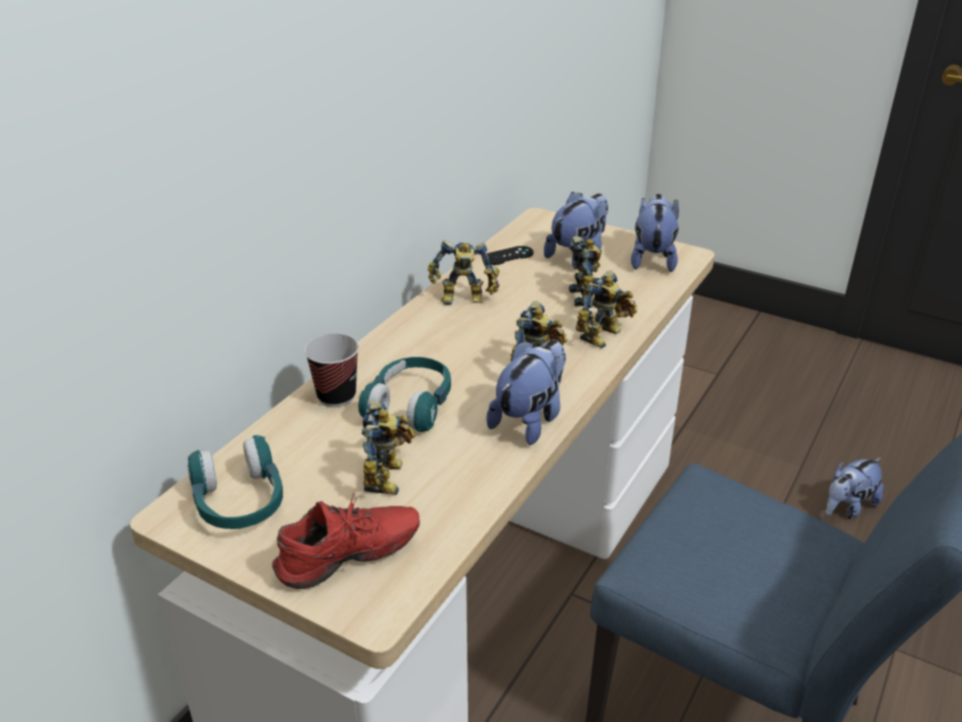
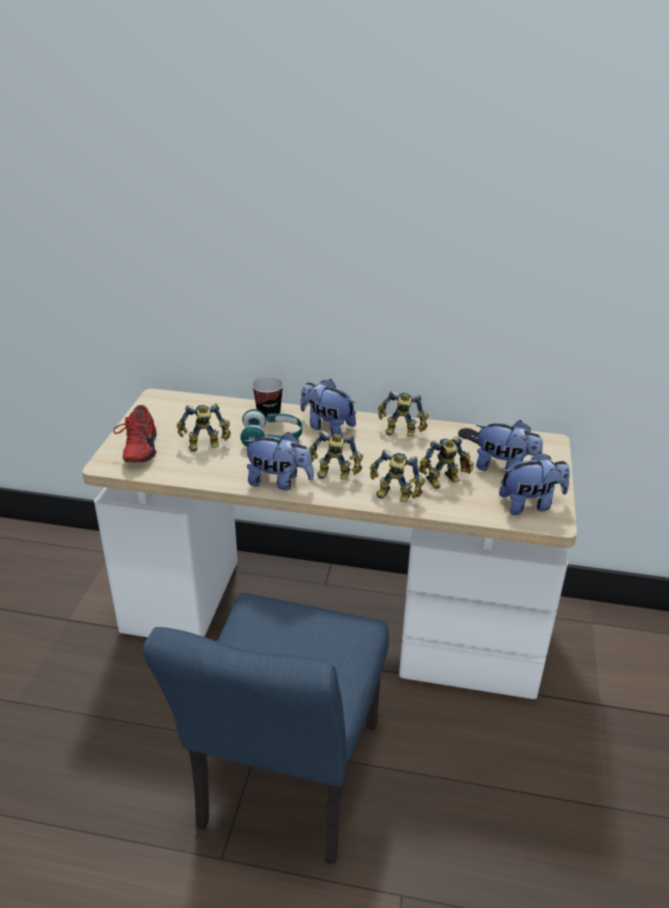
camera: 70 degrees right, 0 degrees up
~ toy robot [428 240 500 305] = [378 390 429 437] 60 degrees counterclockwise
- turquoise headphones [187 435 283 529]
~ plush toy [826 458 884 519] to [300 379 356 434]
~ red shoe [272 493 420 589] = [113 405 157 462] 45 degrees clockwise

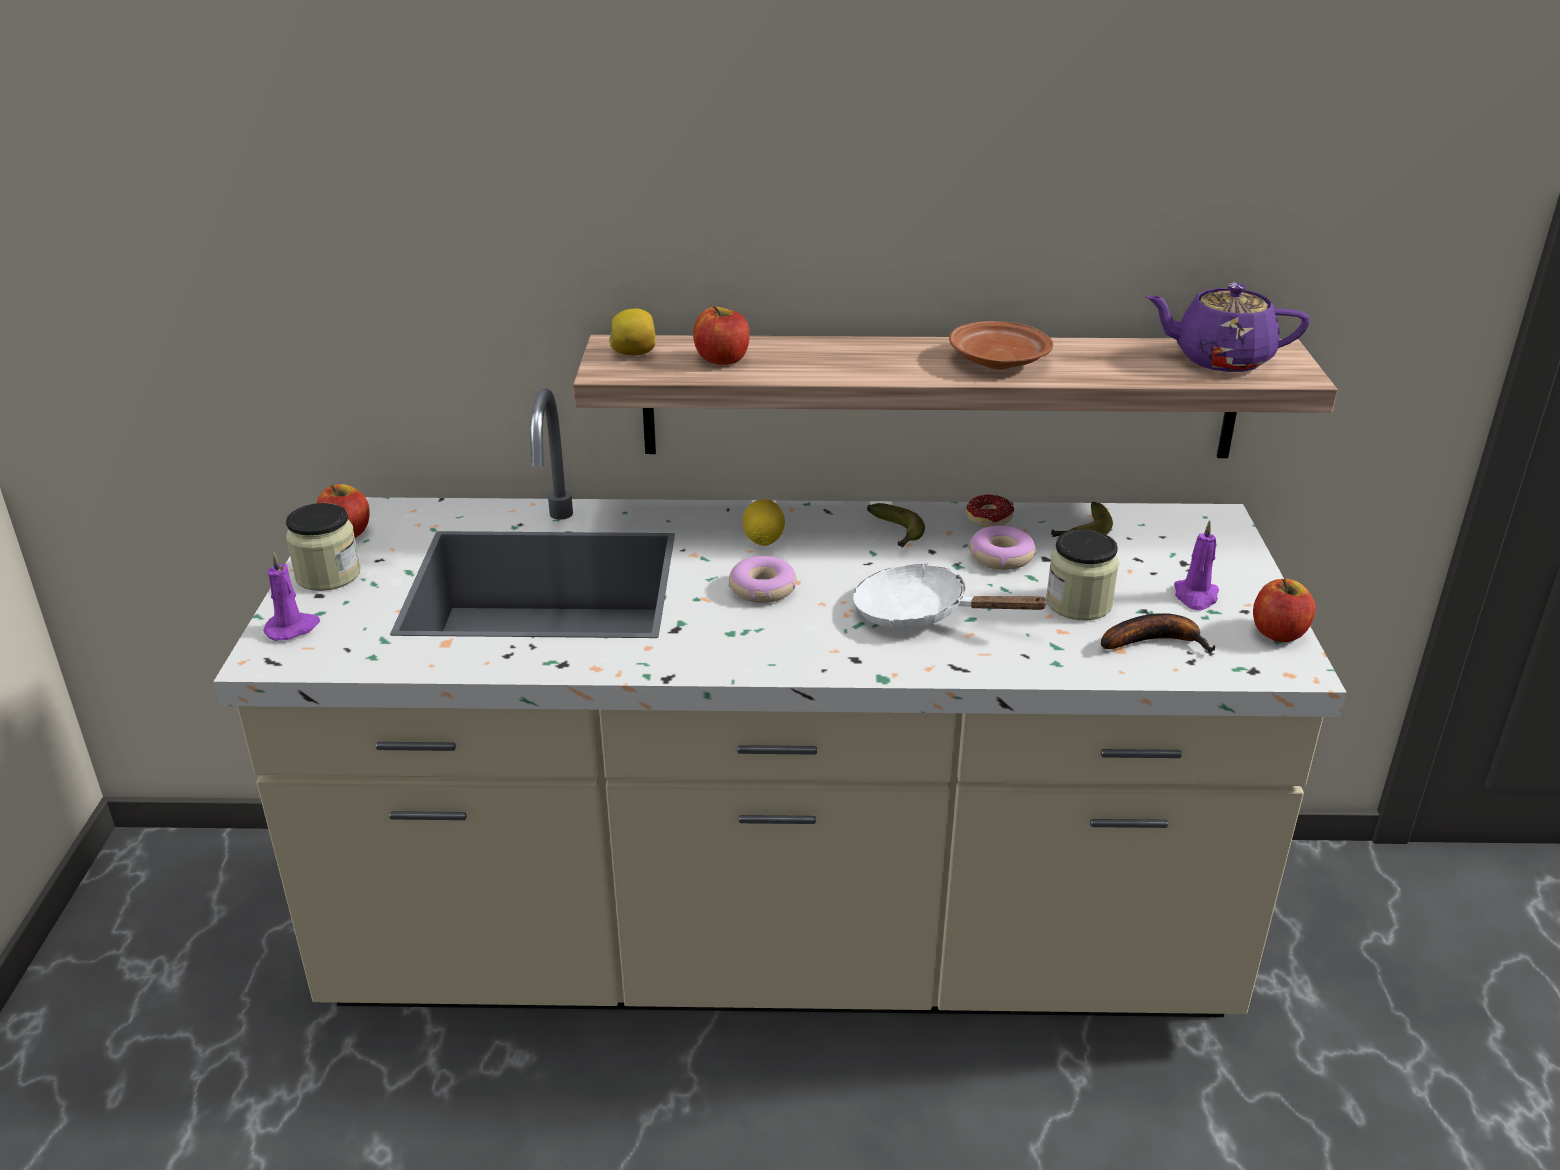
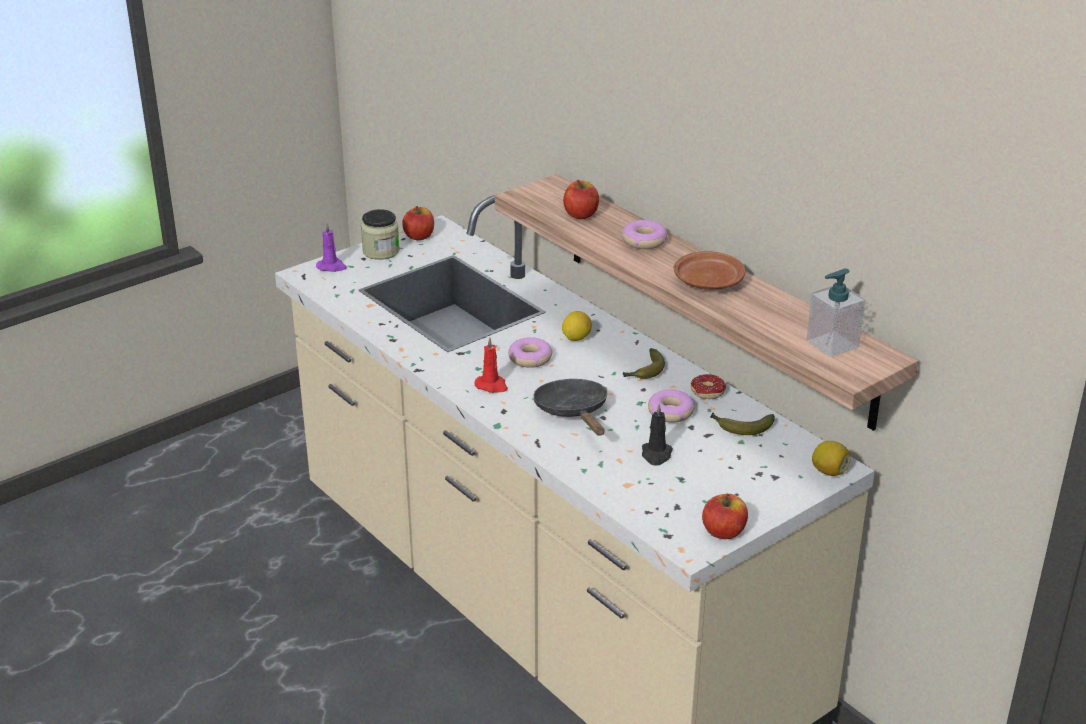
camera: 50 degrees right, 0 degrees up
~ purple teapot [1146 283 1310 372] to soap dispenser [807 268 865 357]
~ lemon [609 308 656 356] to [812 441 850 476]
- purple candle [1174 520 1219 610]
~ jar [1046 529 1119 621] to black candle [642 403 673 466]
~ white frying pan [853 563 1049 629] to black frying pan [534 379 608 435]
- banana [1101 613 1216 653]
+ donut [622 220 667 249]
+ red candle [475 337 508 393]

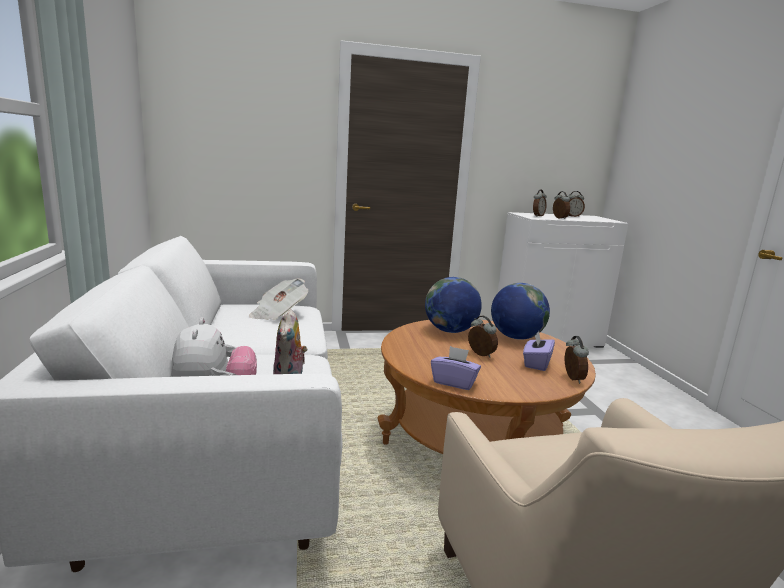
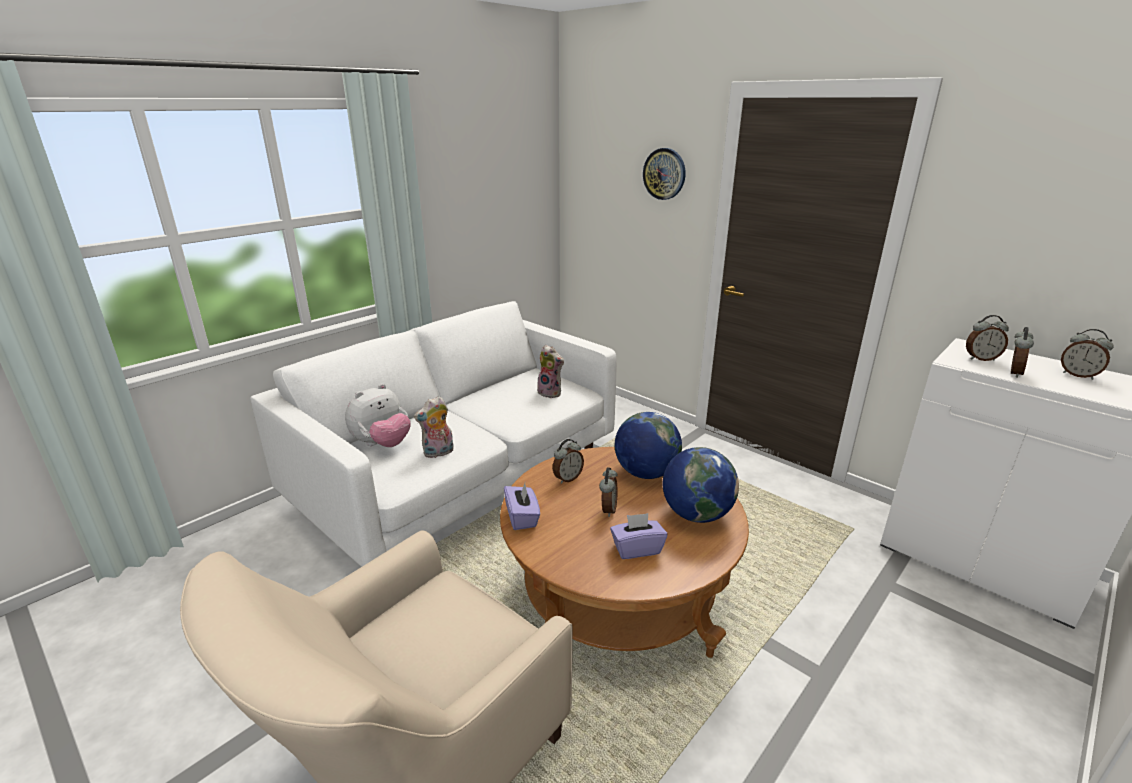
camera: 55 degrees right, 10 degrees up
~ newspaper [249 279 308 320] to plush toy [537 345 564 398]
~ alarm clock [565 336 589 384] to [553 439 584 484]
+ wall clock [643 148 685 200]

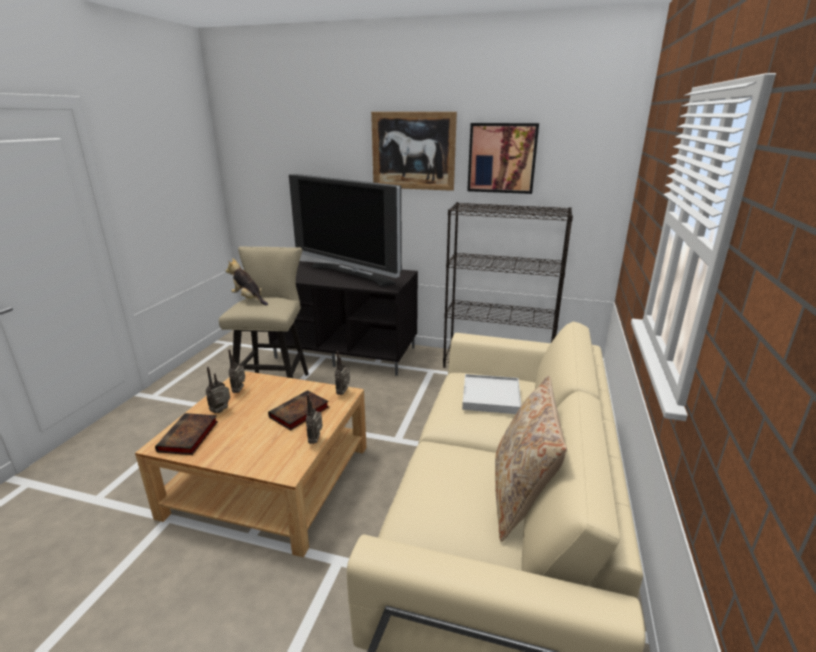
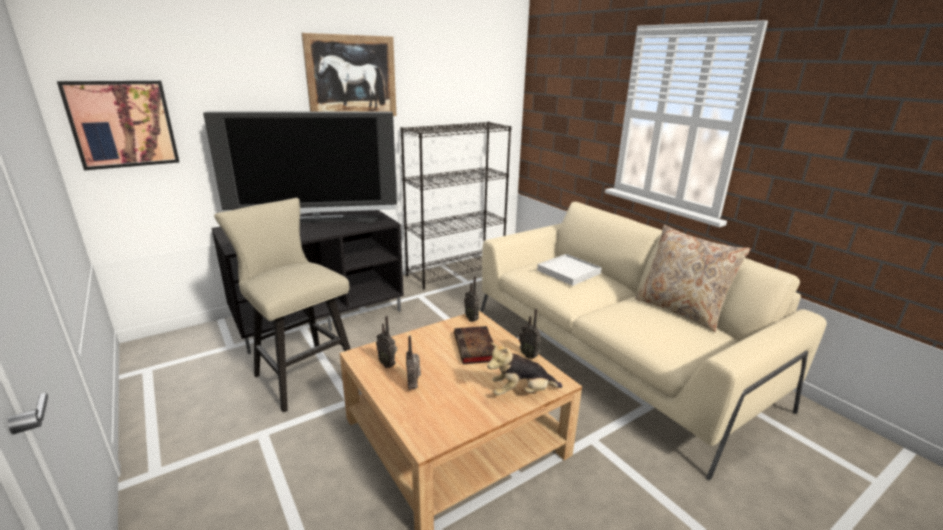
camera: 50 degrees left, 0 degrees up
~ picture [467 123 539 194] to [57 80 179 170]
~ plush toy [226 258 268 306] to [487 343 562 395]
- book [155 413 218 455]

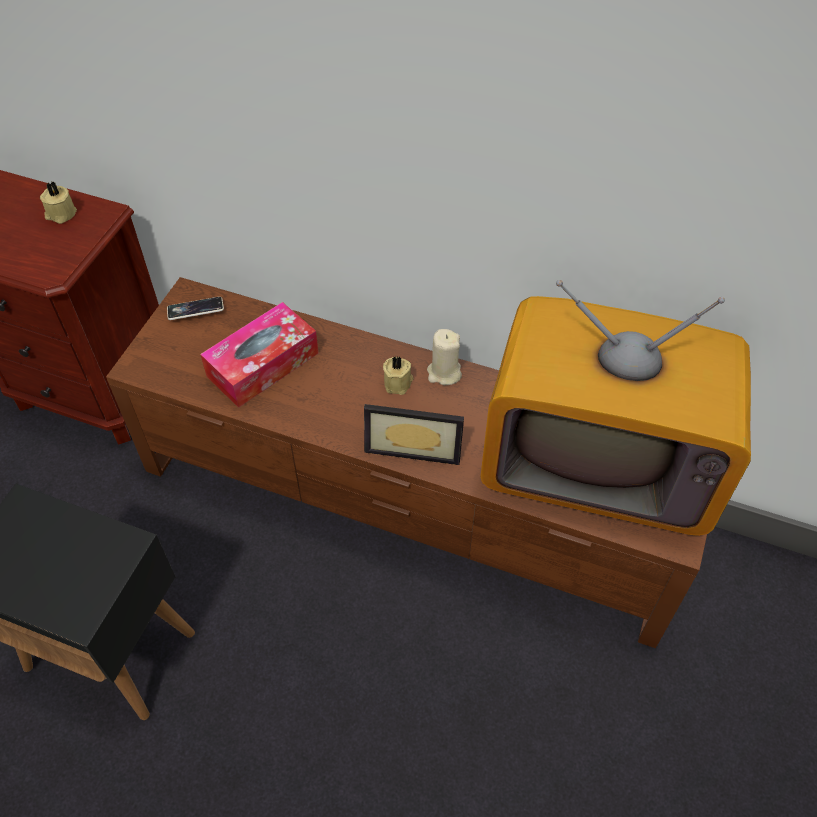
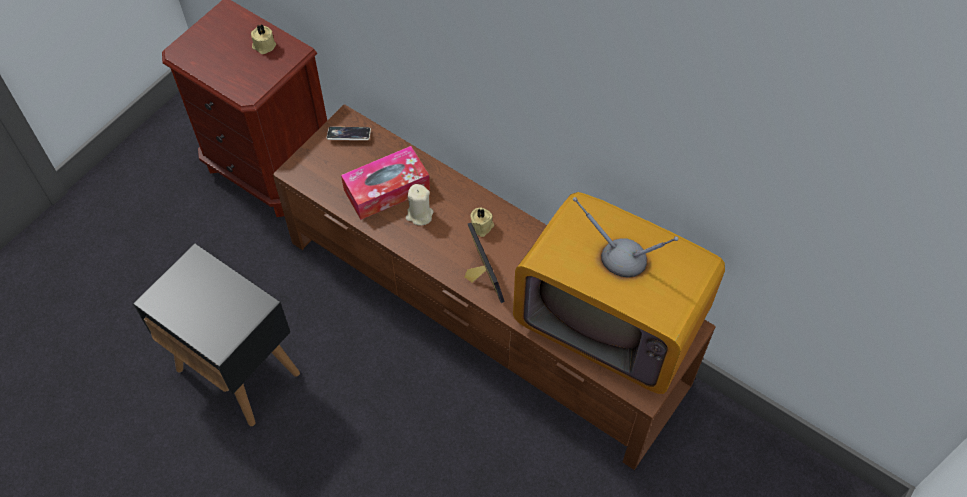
camera: 15 degrees right, 5 degrees up
~ beige candle [427 329 462 385] to [406 184 434 226]
~ picture frame [364 404 464 465] = [465 223 504 303] 135 degrees counterclockwise

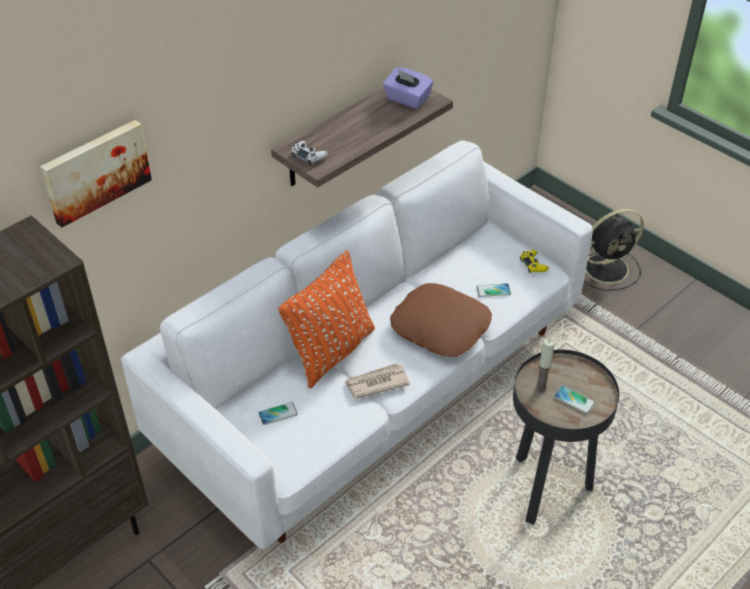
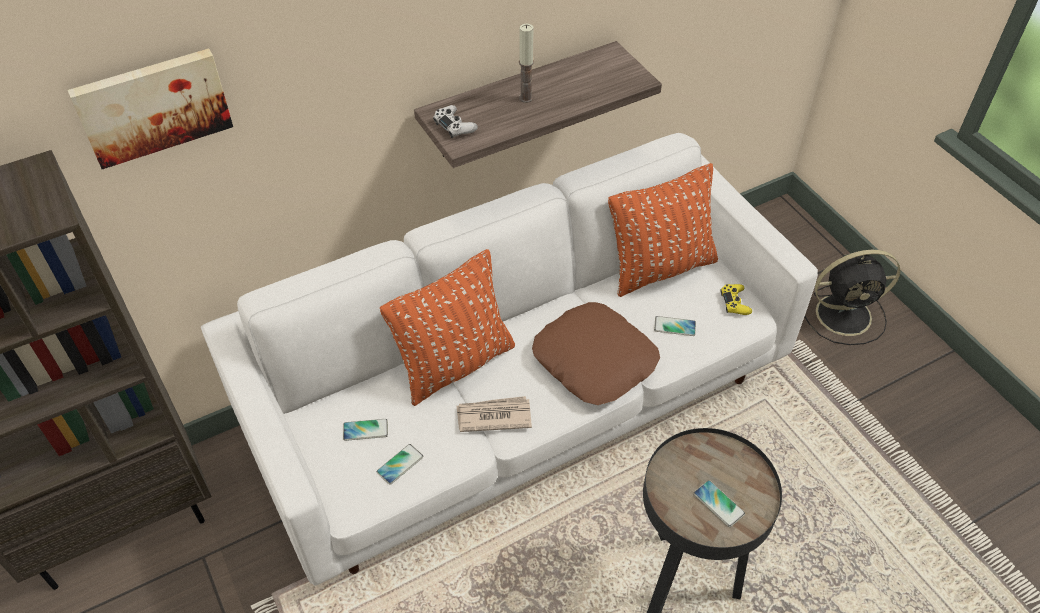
camera: 15 degrees right, 5 degrees up
- purple tissue box [382 67 433 109]
~ candle [535 338 555 393] to [519 24 534 103]
+ orange pillow [608 163 718 297]
+ phone [376 444 423 485]

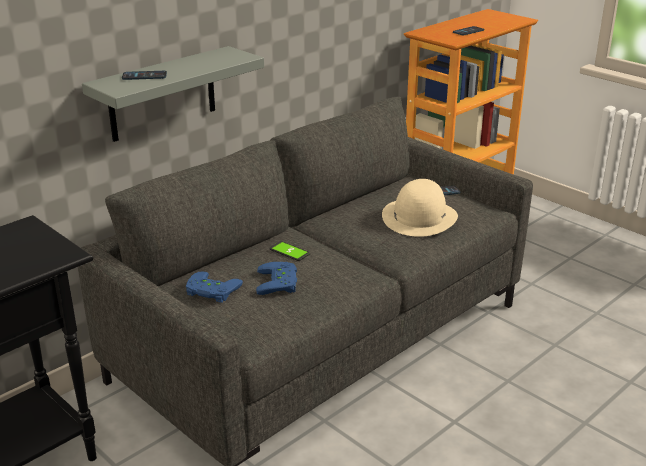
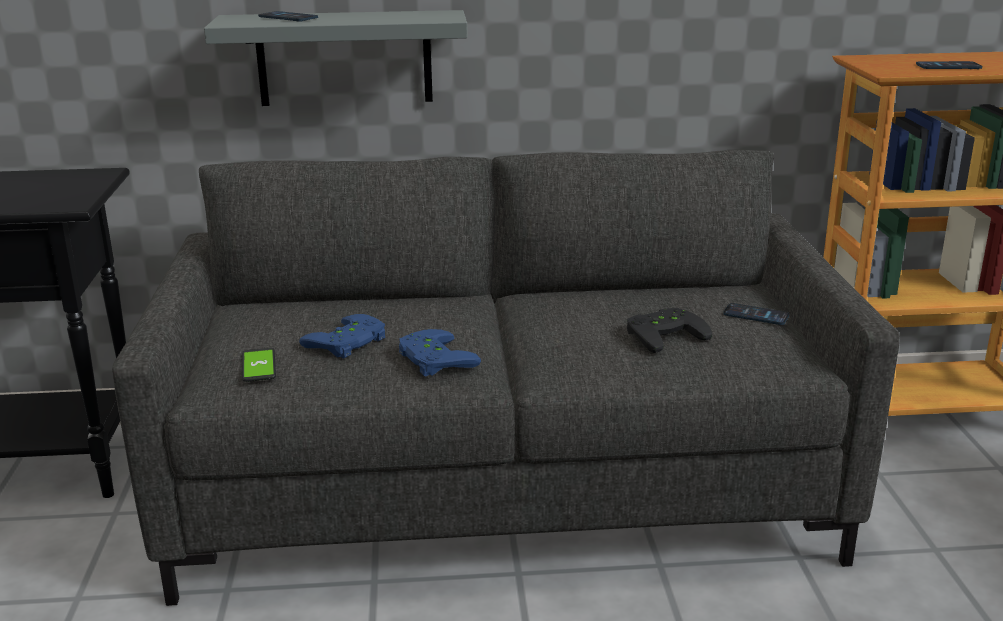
camera: 40 degrees right, 5 degrees down
~ beige hat [382 179 458 237] to black game controller [627 308 712 353]
~ phone [269 241 310 261] to [242 348 276 382]
~ blue game controller [186 272 243 303] to [399 329 481 377]

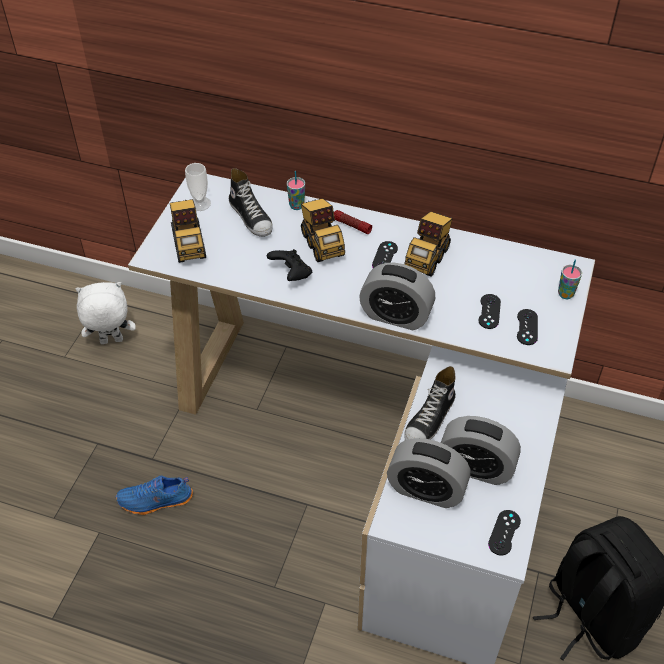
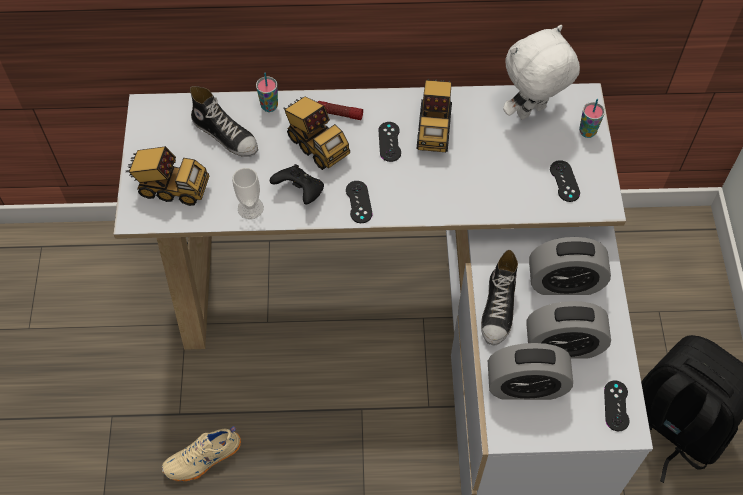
camera: 20 degrees left, 10 degrees up
~ cup [185 163 211 211] to [232 168 264 219]
~ toy truck [170 199 206 263] = [126 146 209 206] 45 degrees counterclockwise
~ alarm clock [359 263 436 330] to [529 237 611 295]
~ white plush toy [76 282 136 344] to [503 25 580 120]
~ black game controller [478 294 501 329] to [346 181 372 223]
~ blue shoe [116 476 193 515] to beige shoe [161 426 241 482]

